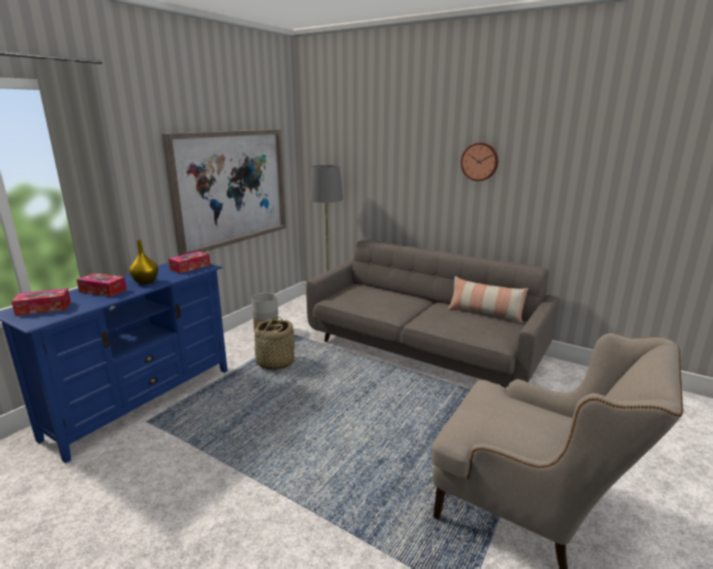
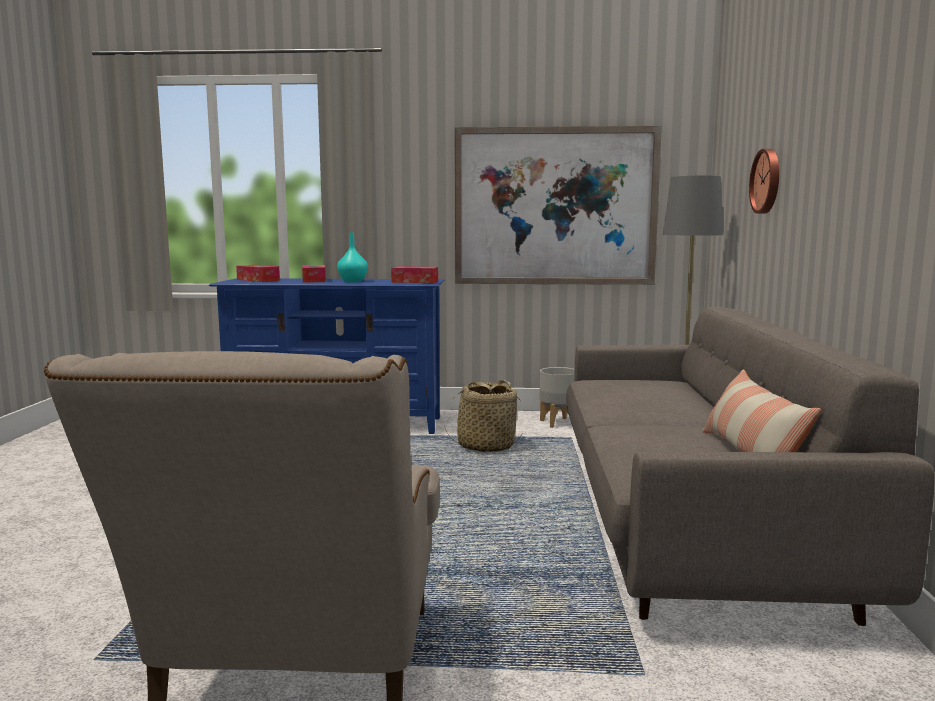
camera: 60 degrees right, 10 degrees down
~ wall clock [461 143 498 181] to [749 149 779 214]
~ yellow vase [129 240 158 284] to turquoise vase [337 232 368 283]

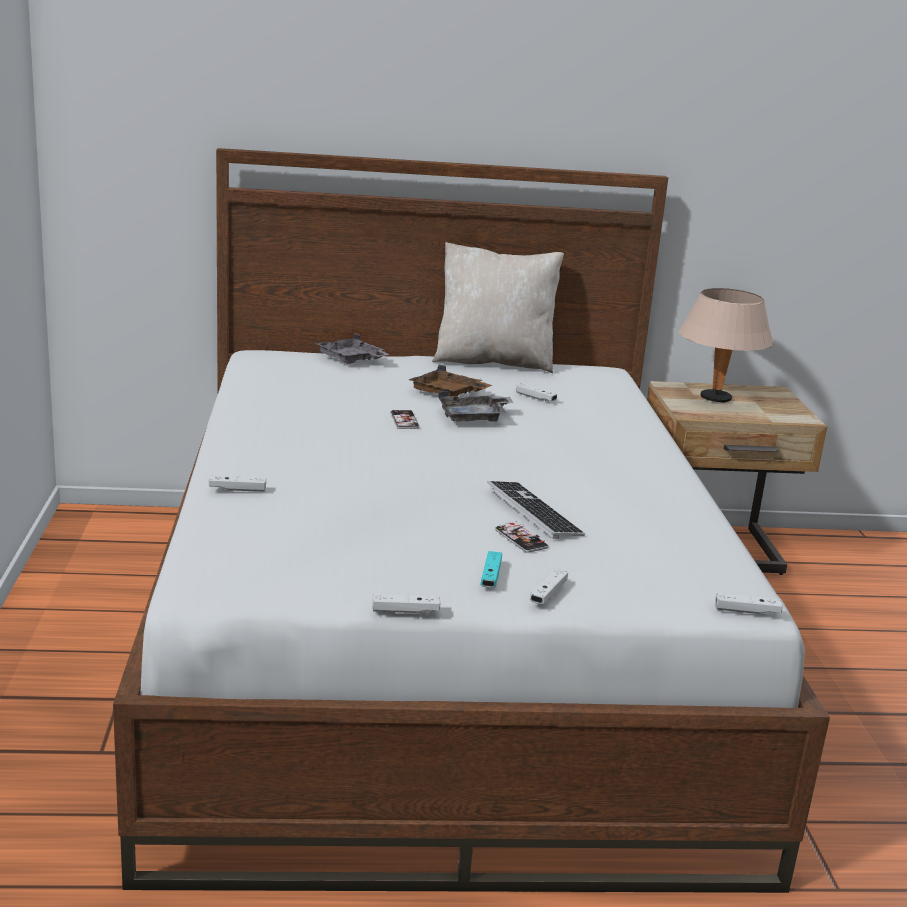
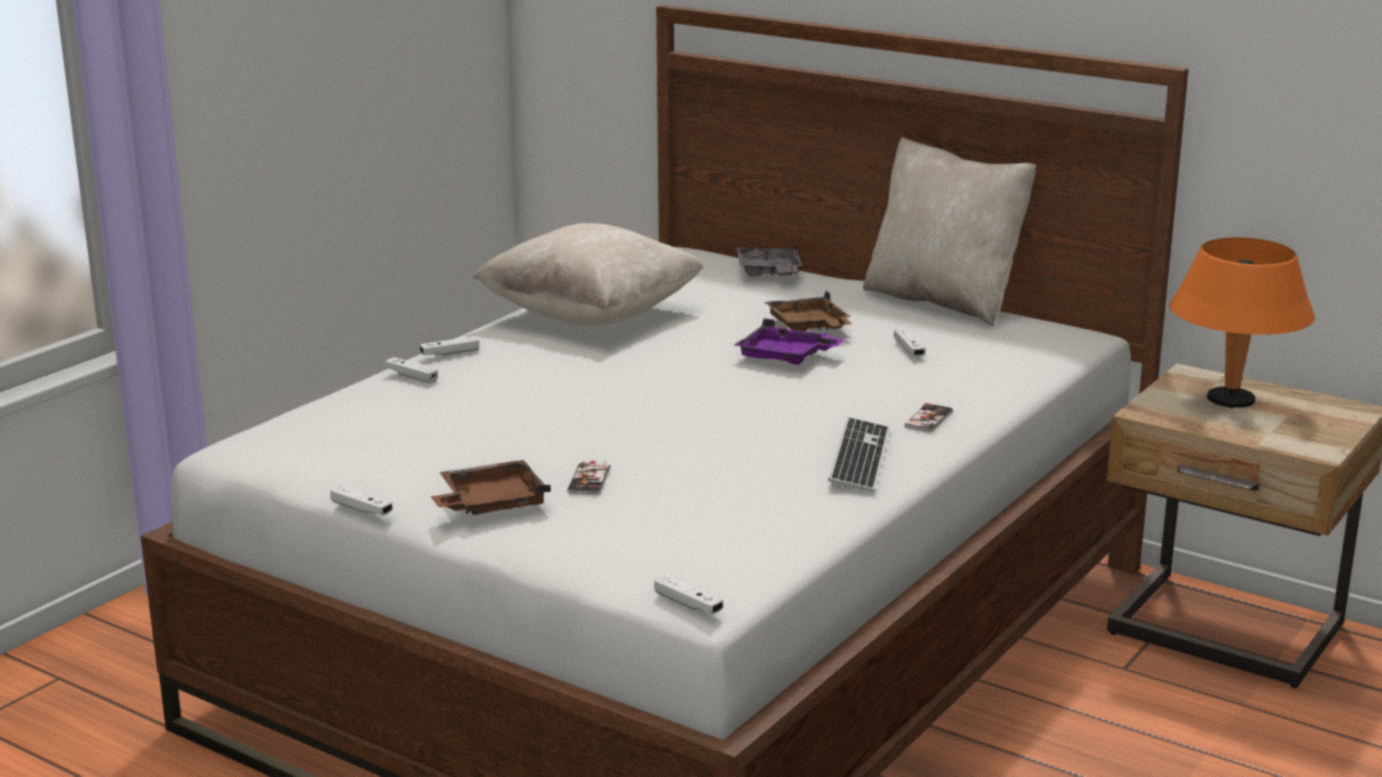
camera: 40 degrees right, 0 degrees up
~ beige table lamp [678 288 774 403] to orange table lamp [1170 238 1315 408]
~ grey tray [438 391 514 422] to purple tray [735 319 845 365]
~ phone [390 410 420 429] to [904 403 953 432]
~ keyboard [487 481 585 539] to [828 417 890 492]
~ turquoise game controller [480 551 502 588] to brown tray [431 460 551 515]
~ white game controller [530 569 568 604] to [420 336 479 357]
+ beige pillow [473 223 703 326]

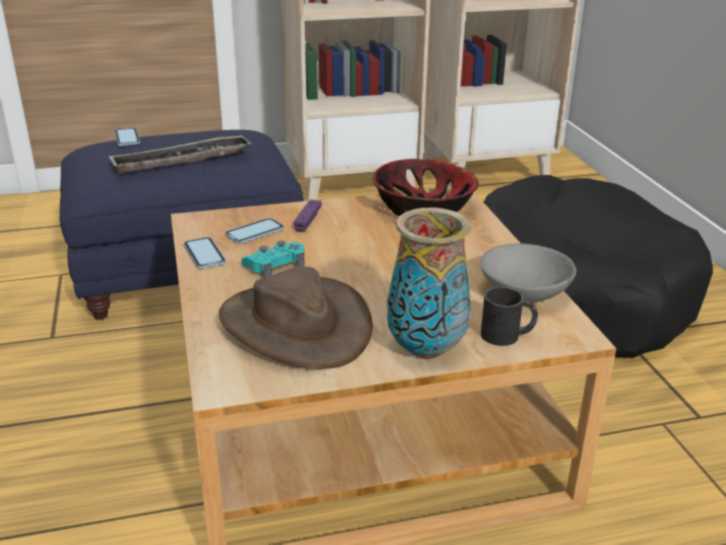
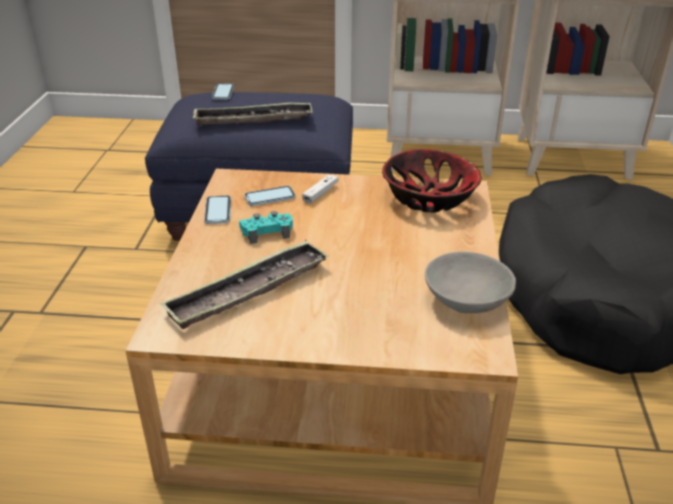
camera: 20 degrees right, 5 degrees up
~ purple game controller [294 200 322 232] to white game controller [302 174 338 204]
- vase [387 208 471 359]
~ brown hat [219 266 373 369] to tray [160 240 329 329]
- black mug [481 287 538 346]

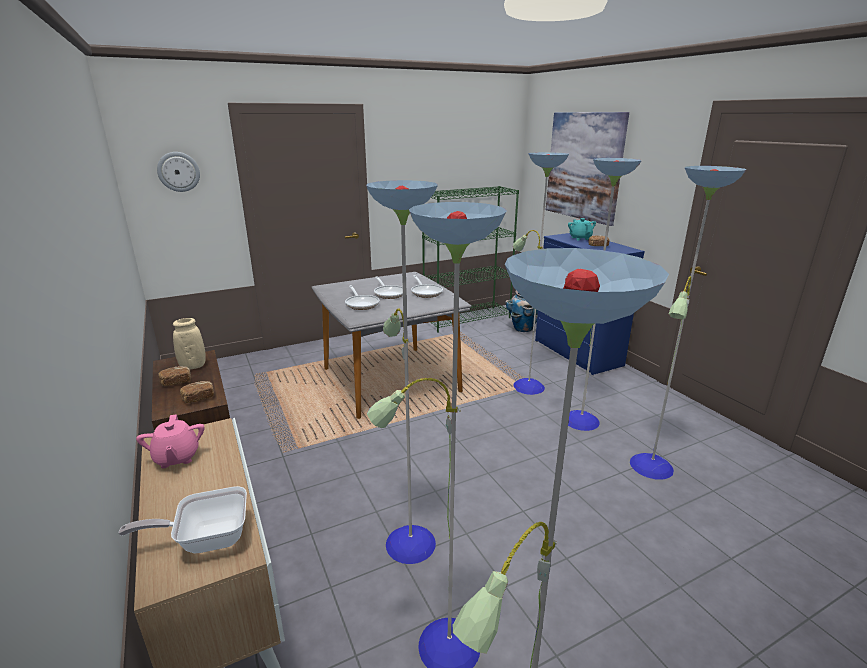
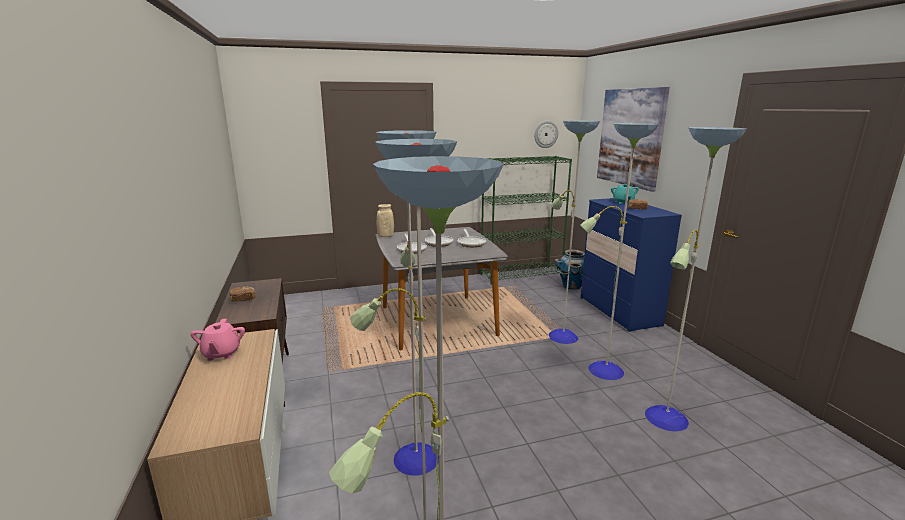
camera: 10 degrees right, 5 degrees down
~ wall clock [157 152 200 192] to [534 121 559 148]
~ beige vase [173 318 206 369] to [377 204 394 237]
- bread [180 381 214 403]
- frying pan [118 486 247 553]

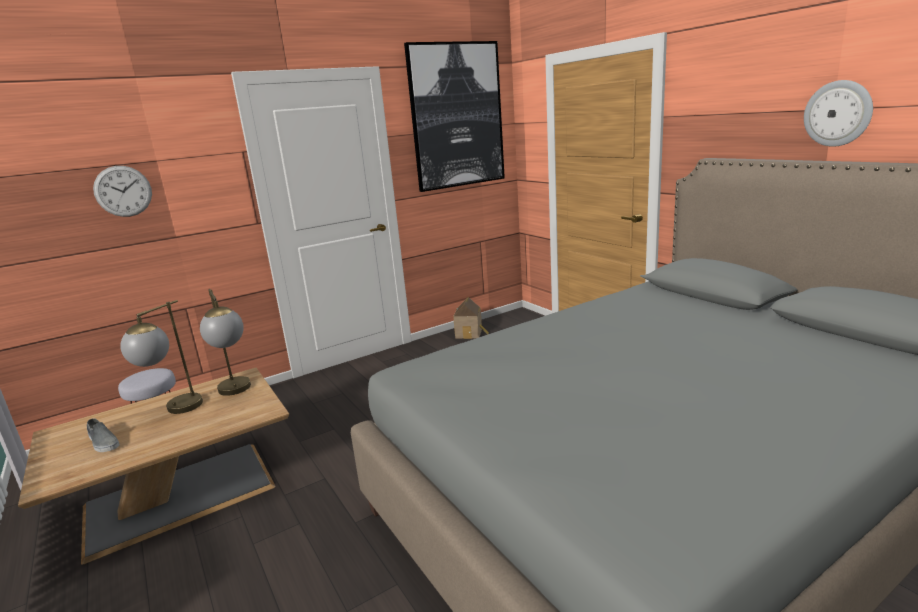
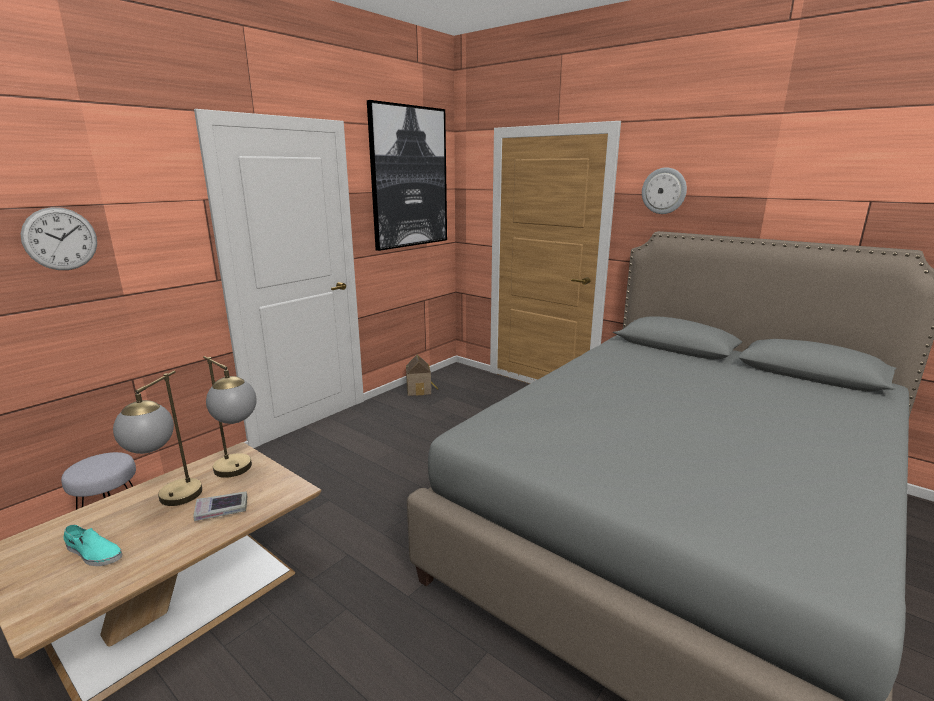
camera: 20 degrees left, 0 degrees up
~ wall clock [804 80 873 147] to [642 168 687 214]
~ grey shoe [87 418 120 452] to turquoise shoe [63 525 122 566]
+ book [193 491 247 521]

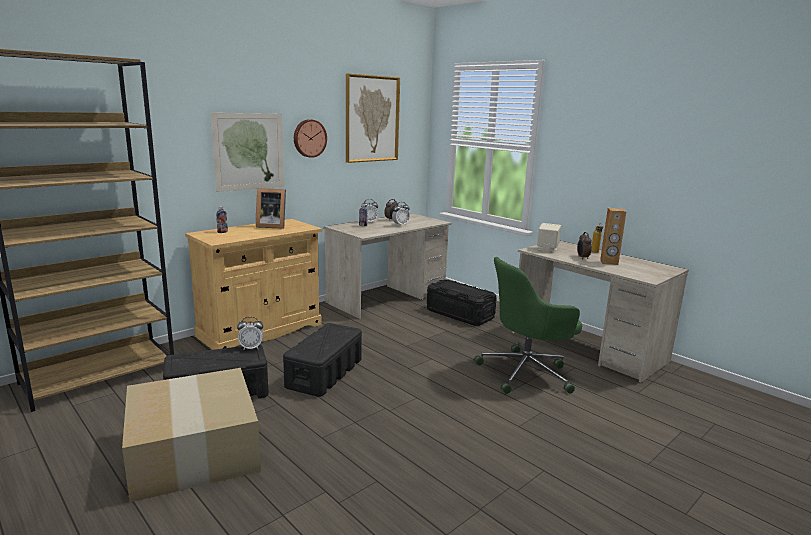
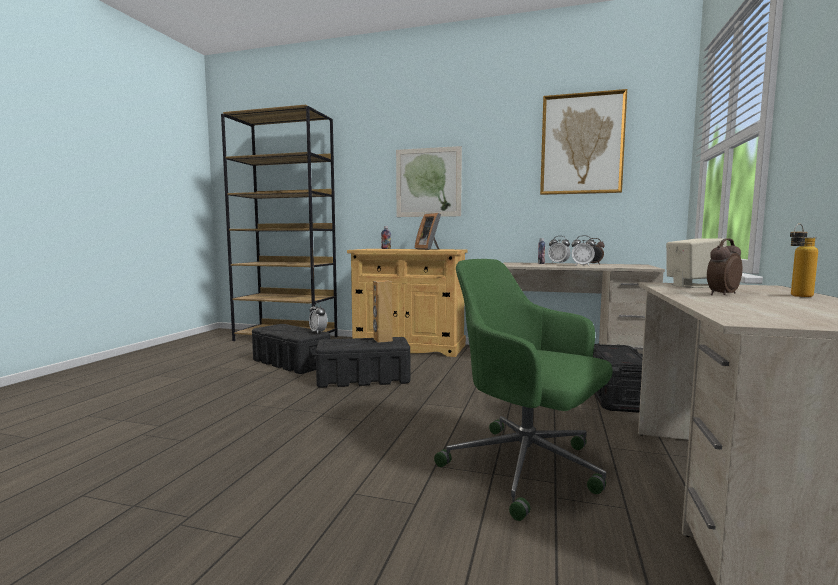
camera: 60 degrees right, 10 degrees down
- wall clock [294 119 327 158]
~ brown speaker [600 208 627 265] to [373 280 393 343]
- cardboard box [122 368 261 502]

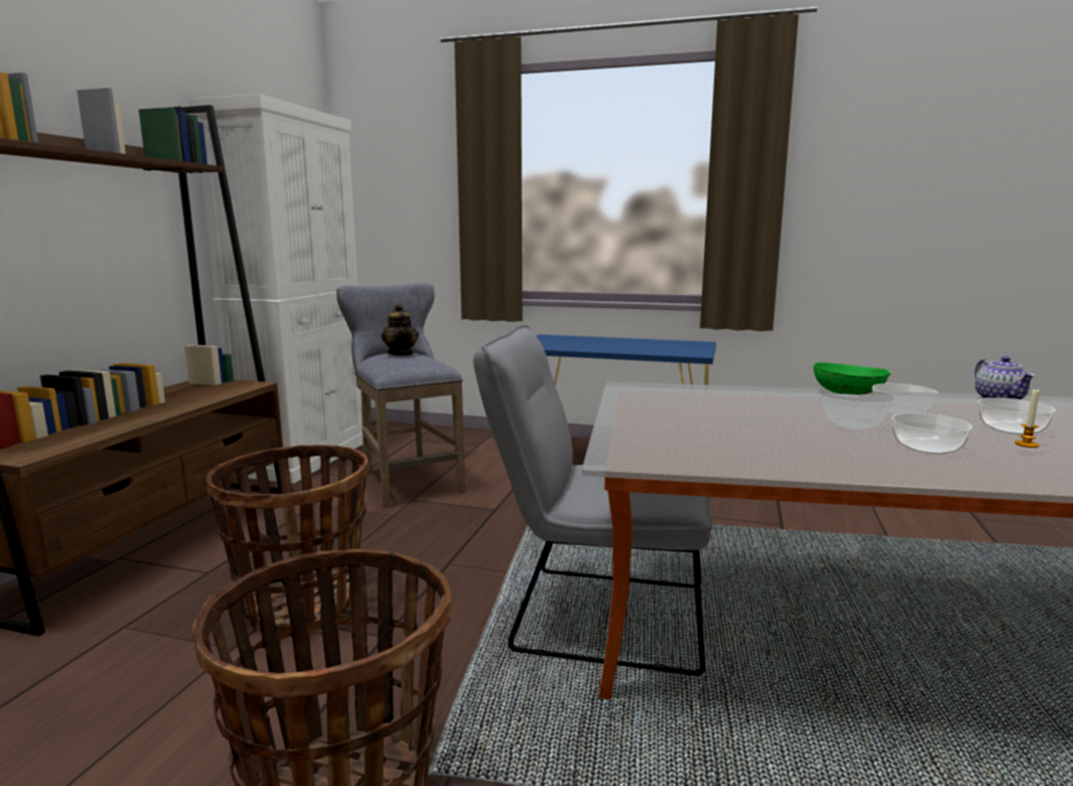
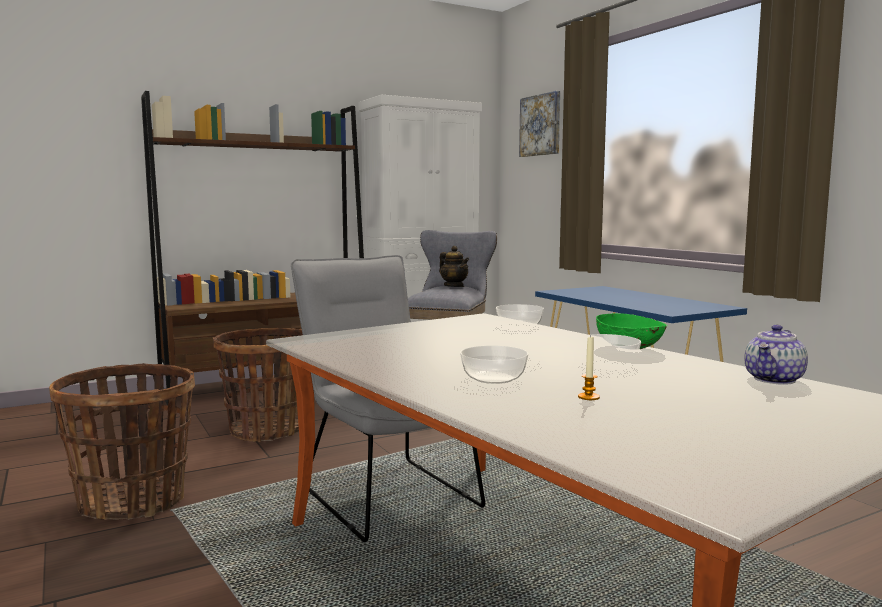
camera: 45 degrees right, 5 degrees down
~ teapot [381 304 419 355] = [439 246 469 287] 60 degrees counterclockwise
~ bowl [978 398 1056 435] to [496 304 544 329]
+ picture [519 91 560 157]

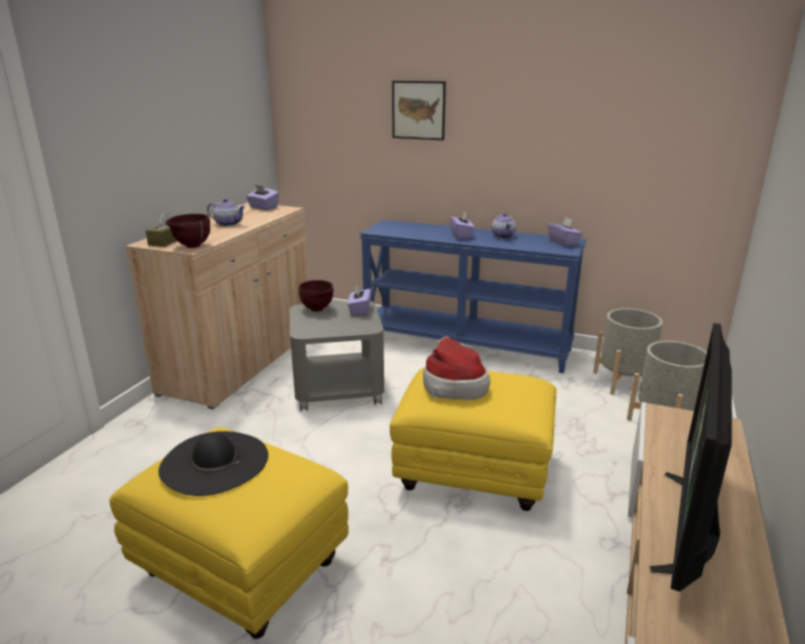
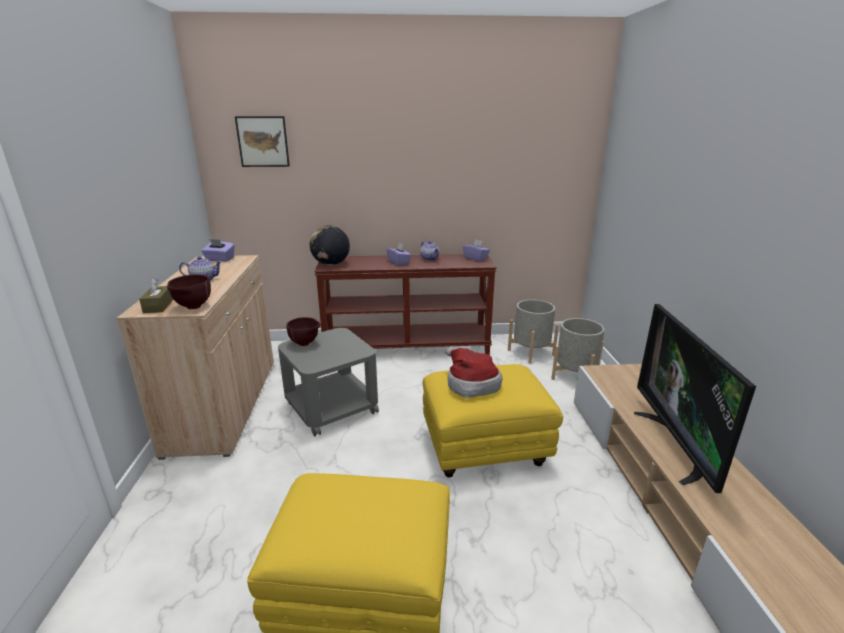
camera: 25 degrees left, 0 degrees up
~ picture [392 81 446 140] to [235 116 290 167]
~ blue console table [360 220 586 374] to brown console table [314 254 497 355]
- purple tissue box [348 285 371 315]
- black hat [158 431 268 496]
+ globe [310 225 350 265]

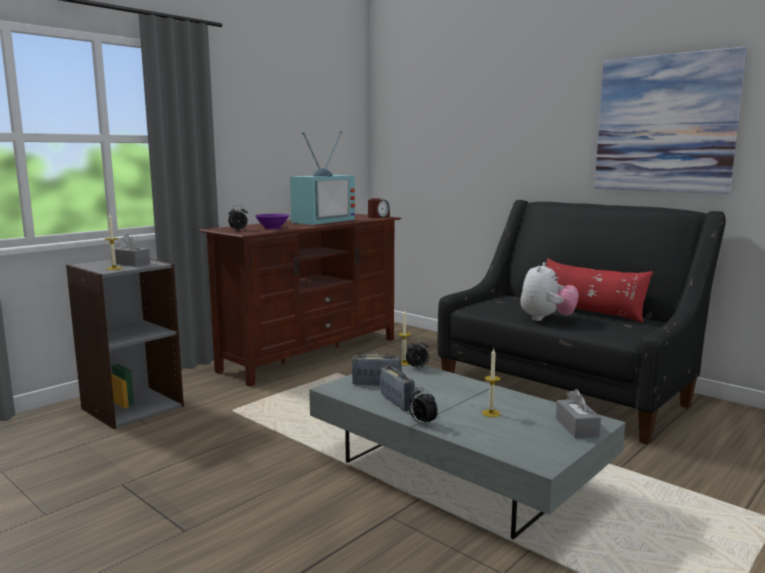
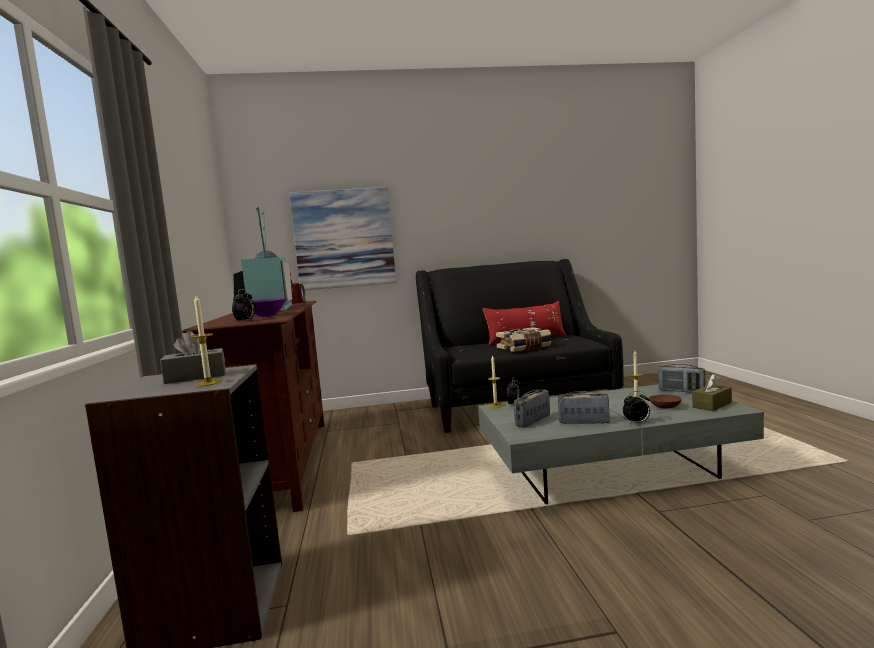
camera: 50 degrees left, 5 degrees down
~ picture [595 47 747 194] to [289 187 396 290]
~ plush toy [520 262 579 321] to book [496 327 551 352]
~ grey tissue box [556 389 601 439] to radio [658 364 705 392]
+ brown tissue box [692 374 732 411]
+ brown bowl [649 394 682 409]

